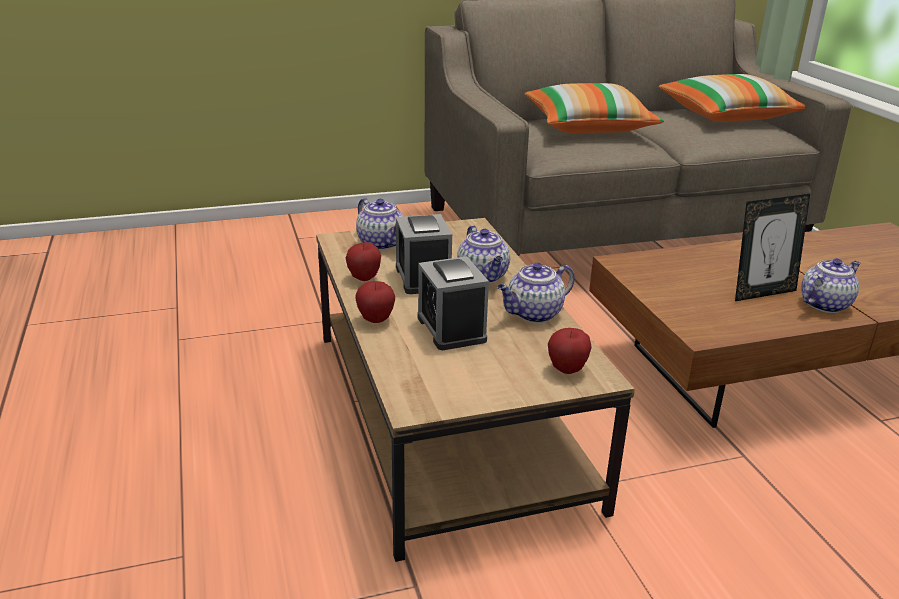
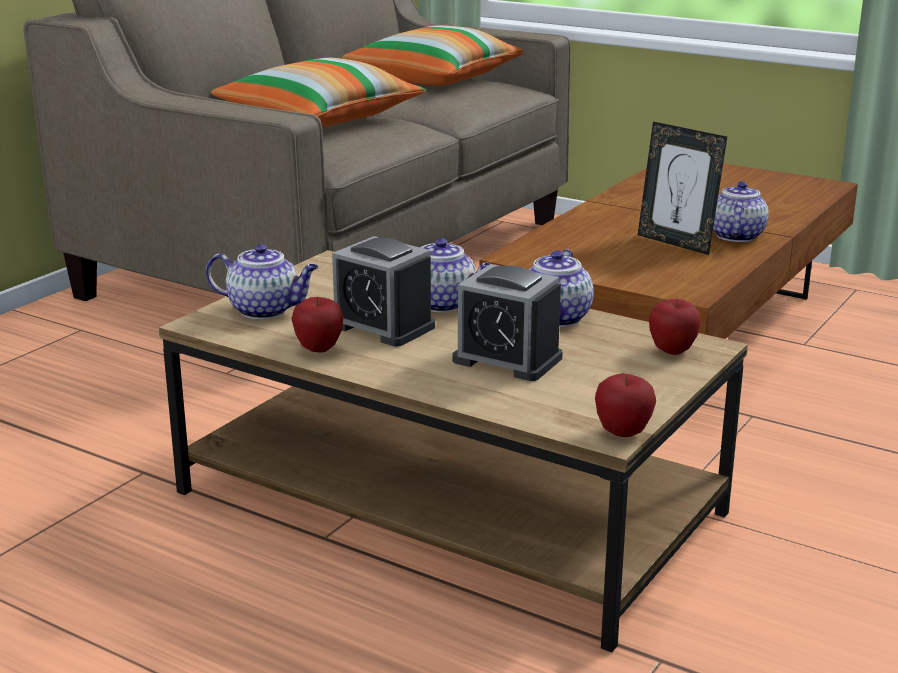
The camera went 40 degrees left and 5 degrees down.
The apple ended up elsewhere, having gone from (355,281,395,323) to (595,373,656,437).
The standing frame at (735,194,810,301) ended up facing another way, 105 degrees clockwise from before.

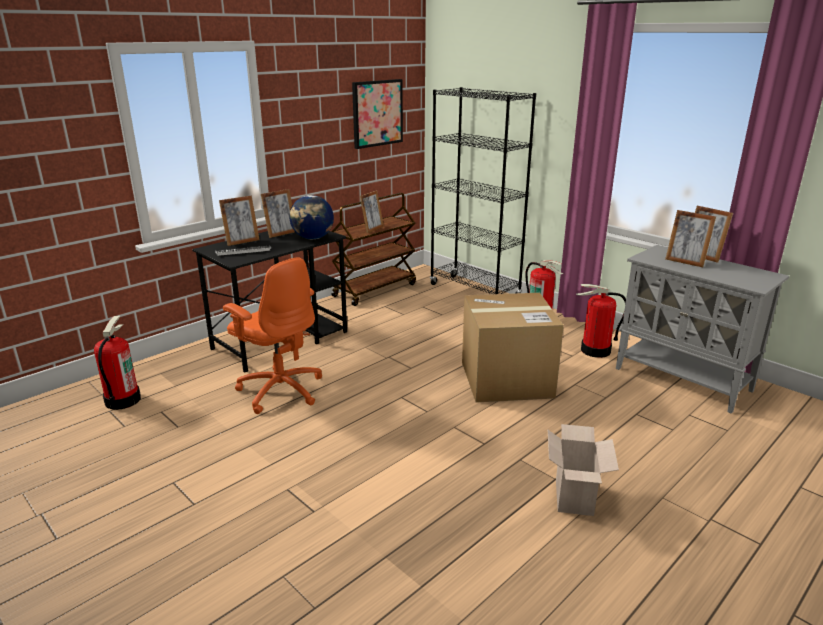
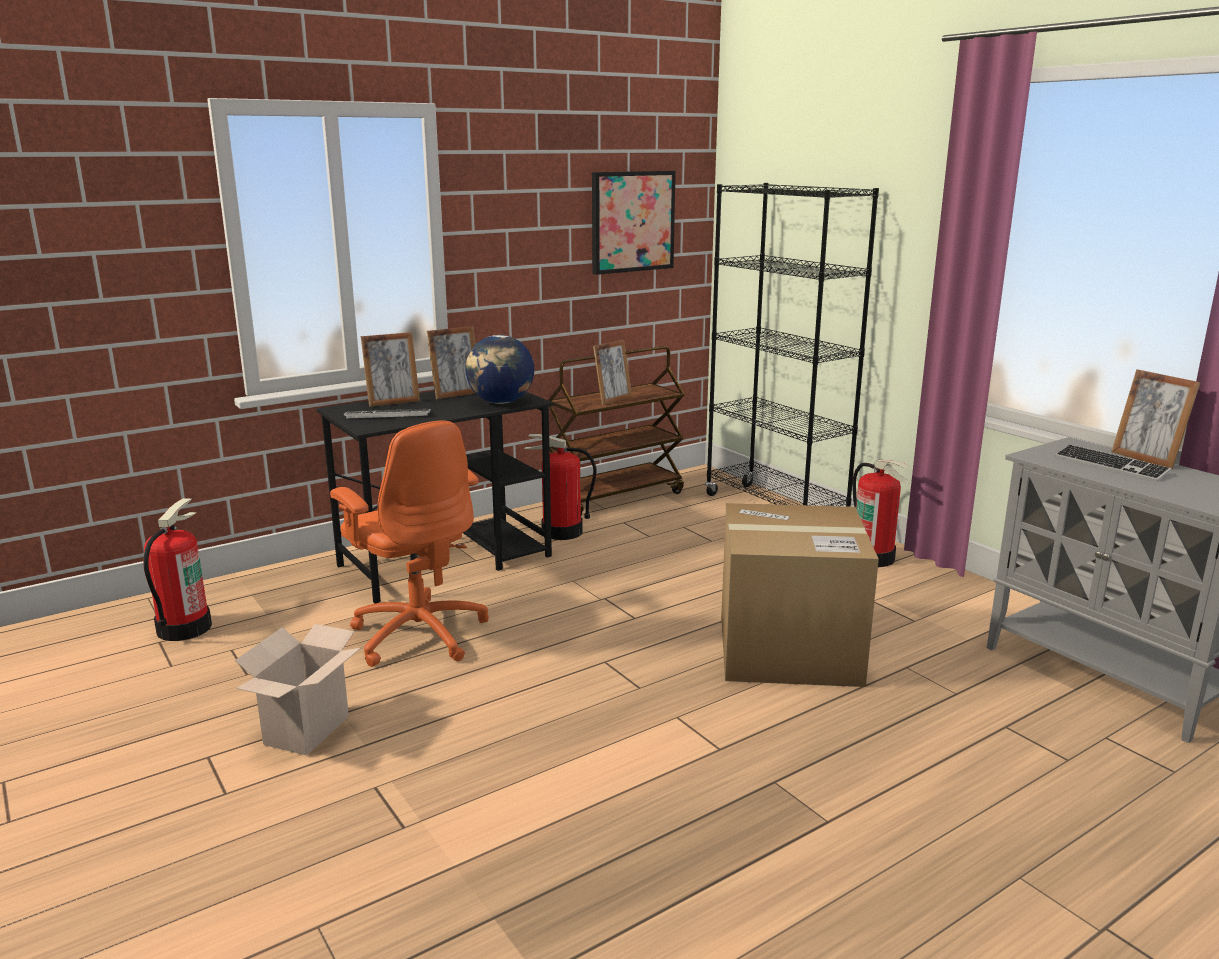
The camera went 10 degrees right and 5 degrees down.
The cardboard box ended up elsewhere, having gone from (548,424,619,516) to (235,624,361,755).
The extinguisher ended up elsewhere, having gone from (576,284,626,358) to (524,434,597,540).
Where the standing frame stood at (665,210,716,267), the PC keyboard came to stand at (1055,444,1172,481).

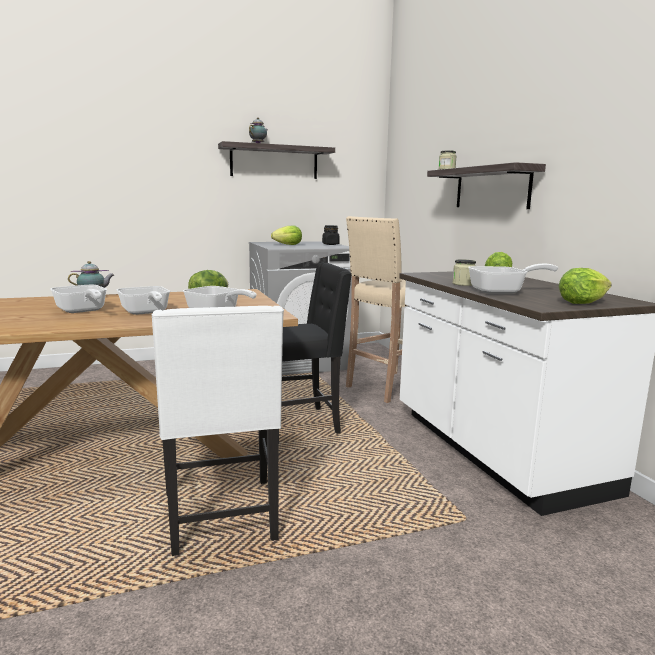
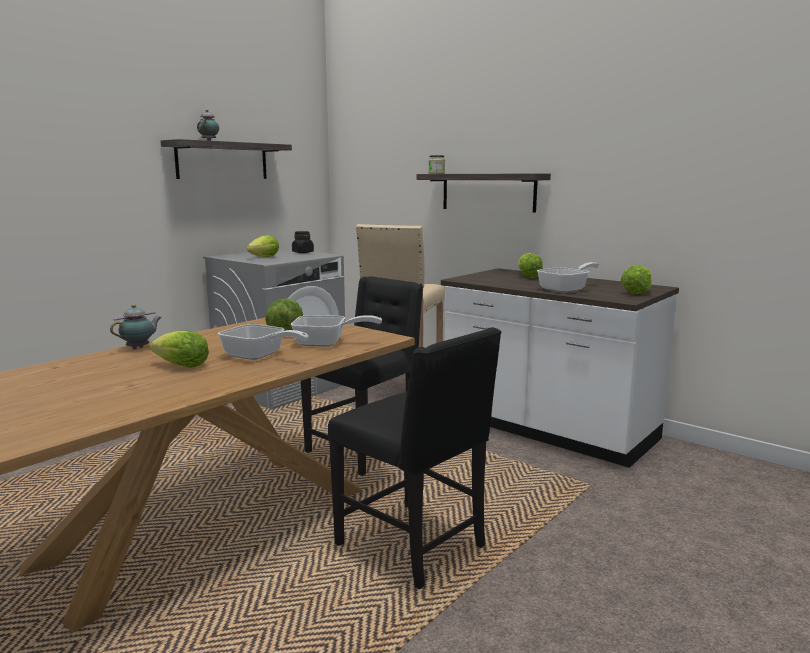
The camera went 30 degrees left and 0 degrees up.
Where the skillet stood at (50,285,107,313), the lettuce came to stand at (150,330,209,368).
What was the upright chair (white) at (152,306,284,556) turned into the upright chair (blackish) at (328,328,501,590).
The second view lost the jar at (452,259,476,286).

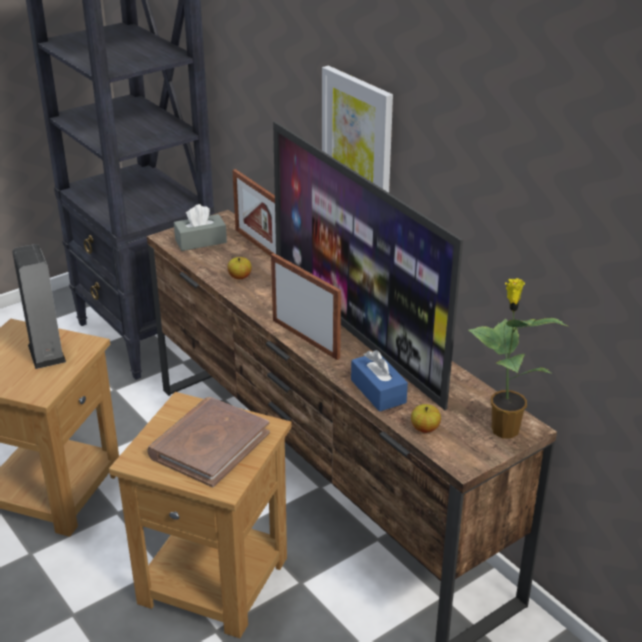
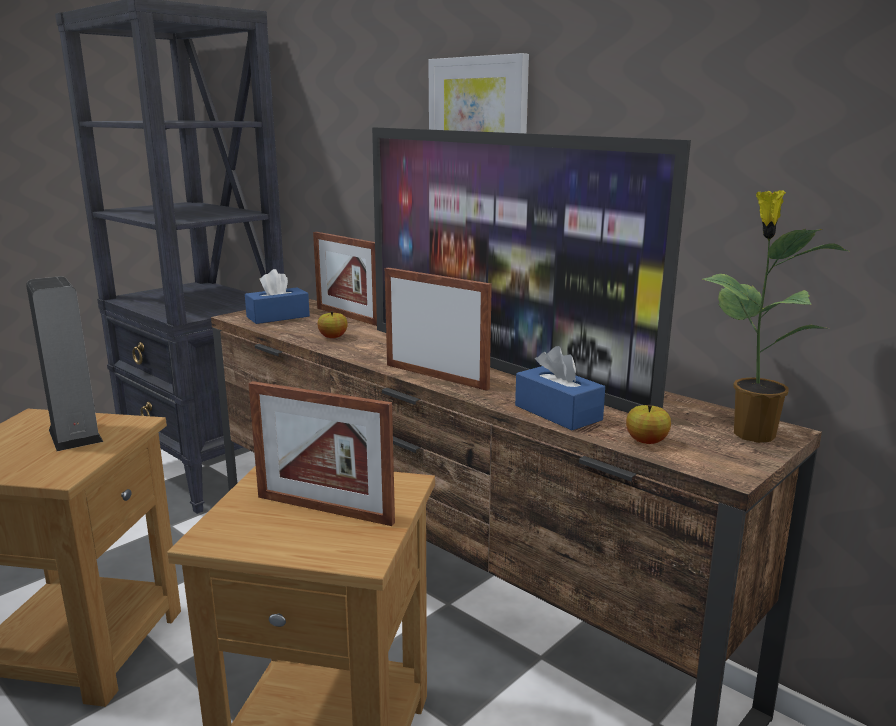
The camera went 10 degrees left and 15 degrees down.
Where the volume (brown) stood at (147,397,270,487), the standing frame came to stand at (248,381,395,526).
What was the tissue holder (greyish) at (174,204,227,251) turned into the tissue holder (bluish) at (245,269,310,324).

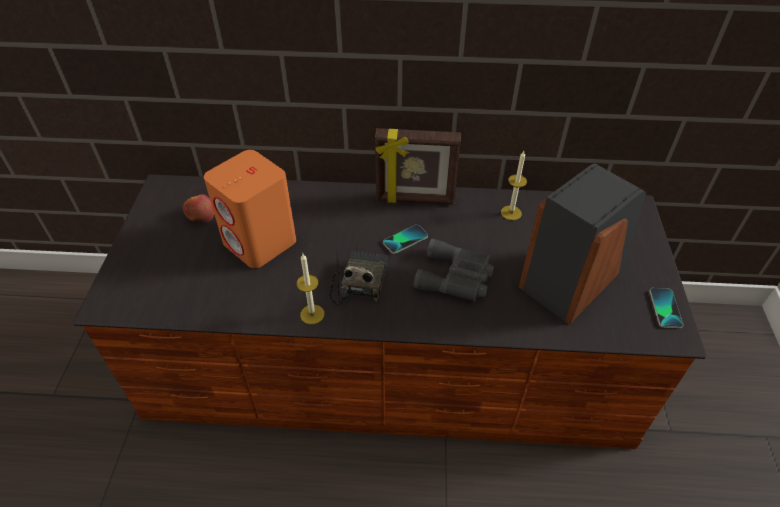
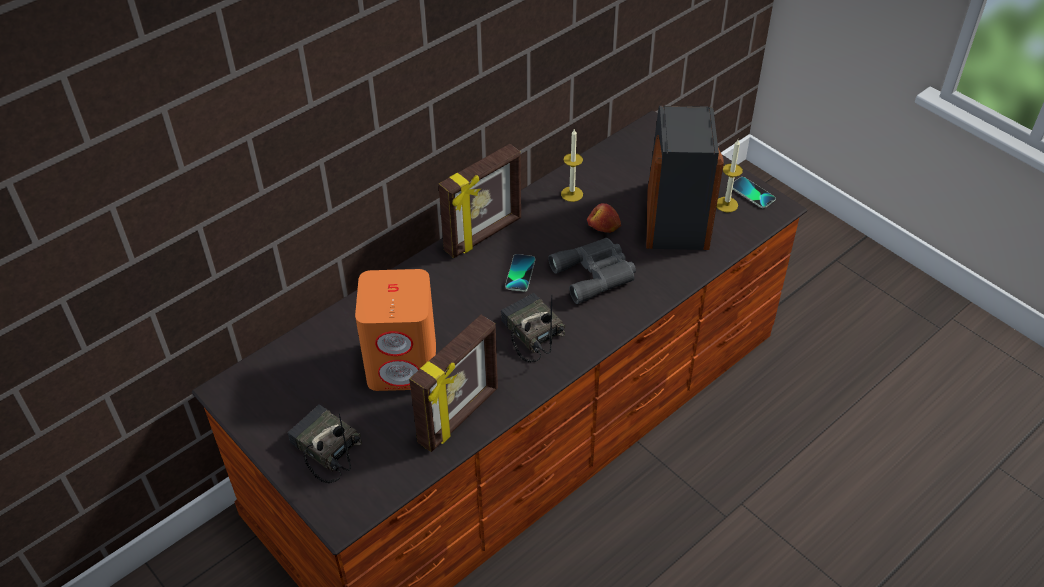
The camera went 45 degrees left and 0 degrees up.
The apple ended up elsewhere, having gone from (183,194,214,222) to (587,203,621,233).
The wax candle ended up elsewhere, having gone from (297,254,324,324) to (717,140,743,212).
The second view gained the radio receiver at (287,404,362,483).
The second view gained the standing frame at (409,315,498,452).

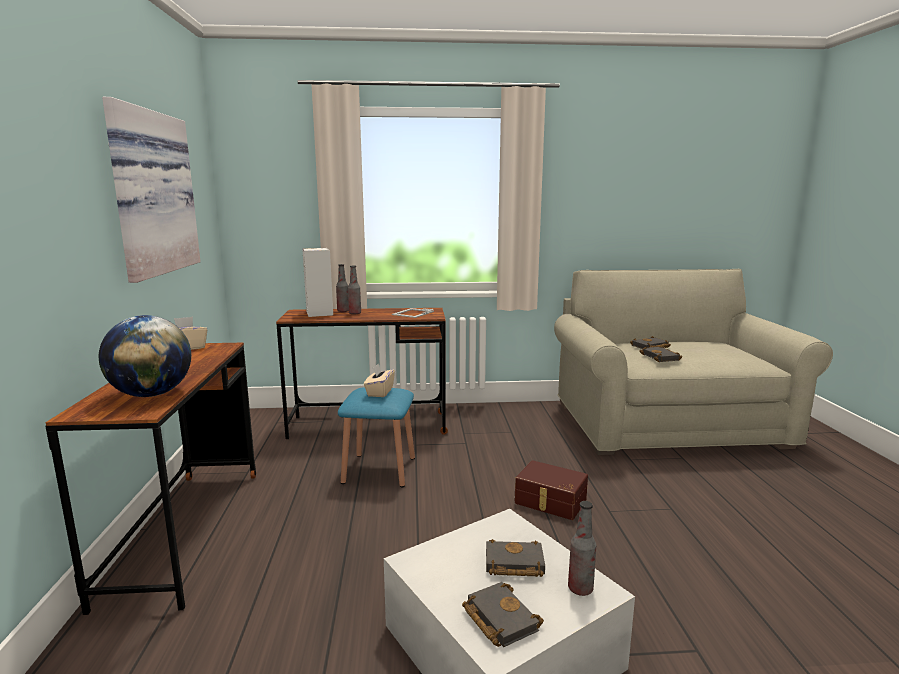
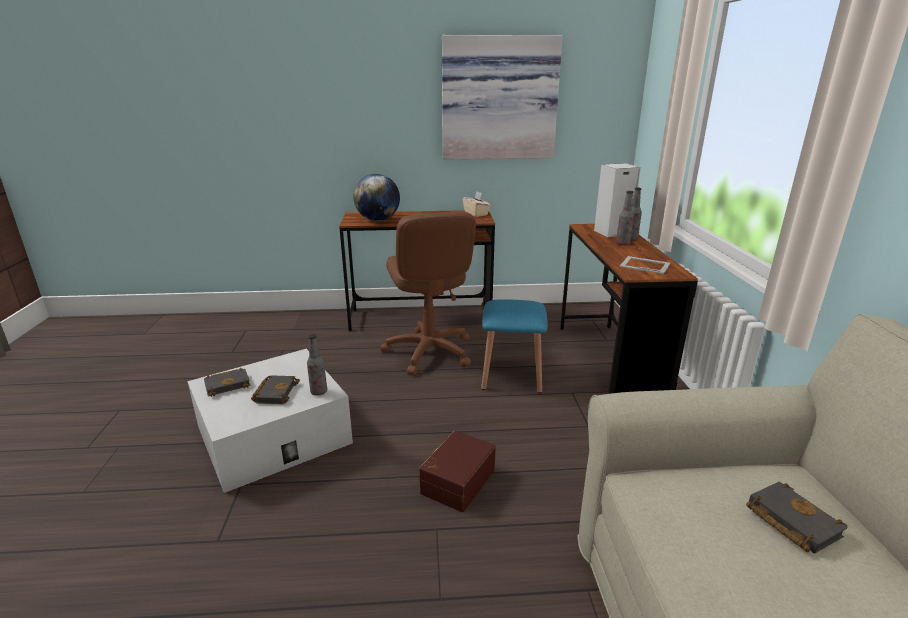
The camera went 90 degrees right and 10 degrees up.
The second view lost the tissue holder (beige-coloured) at (364,364,395,397).
The drink bottle ended up elsewhere, having gone from (568,501,596,596) to (307,334,327,396).
The second view lost the volume (blackish) at (639,346,682,362).
The second view gained the computer chair (brown) at (380,211,476,375).

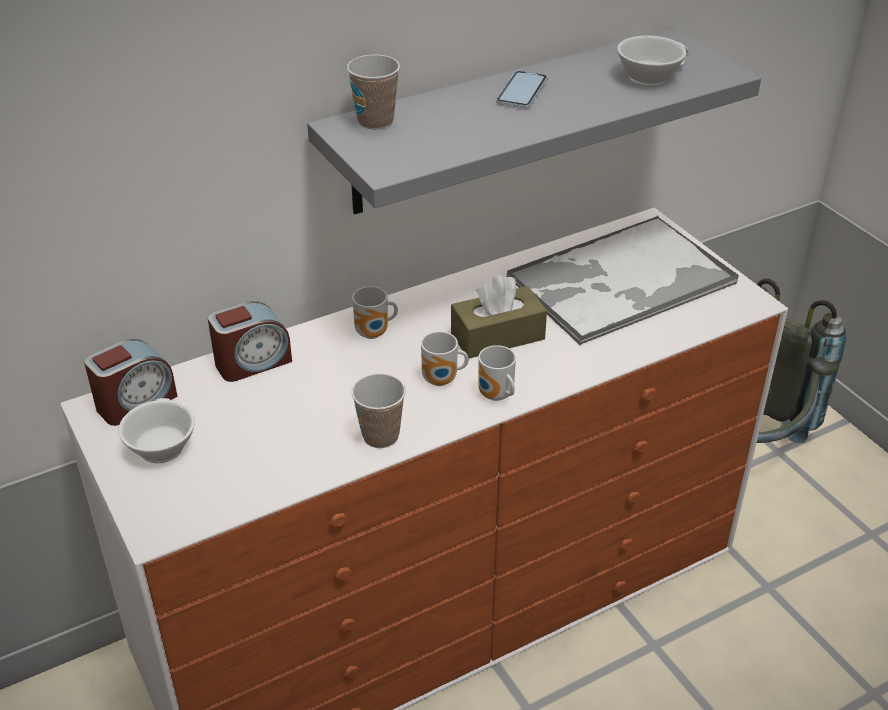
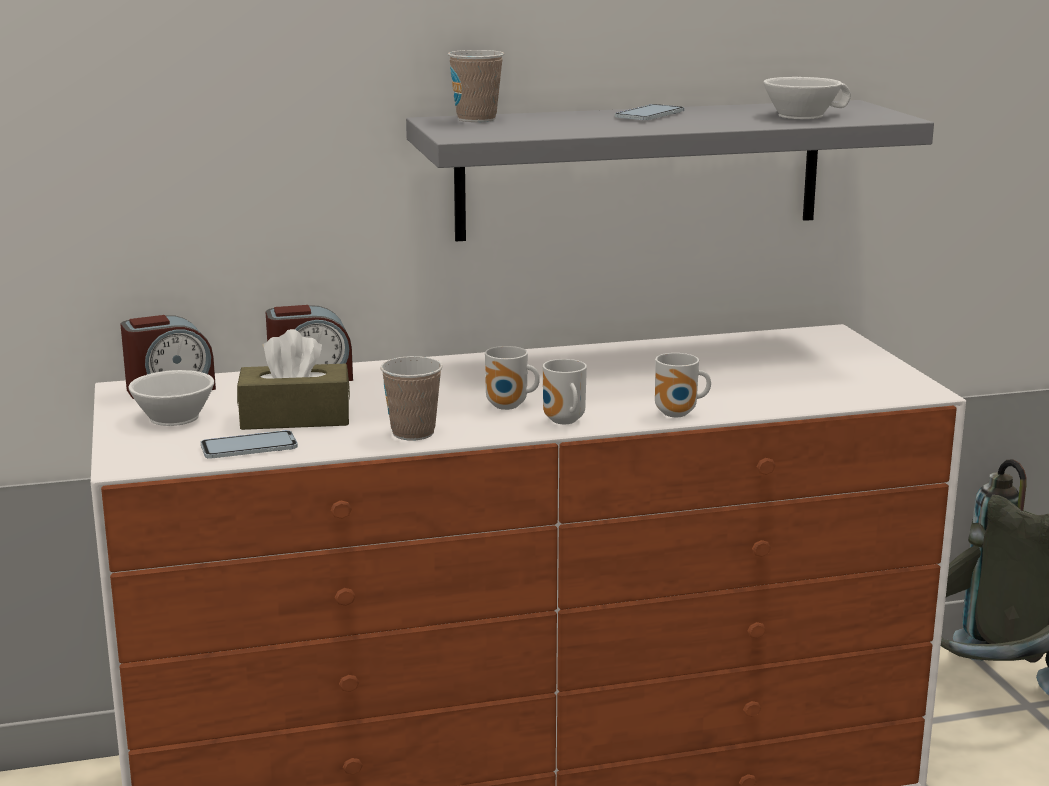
The camera went 15 degrees right and 20 degrees down.
The mug ended up elsewhere, having gone from (352,287,398,339) to (655,353,711,417).
The tissue holder (brown) ended up elsewhere, having gone from (451,275,547,359) to (237,329,350,430).
The second view lost the serving tray at (506,216,739,346).
The second view gained the handset at (201,430,298,459).

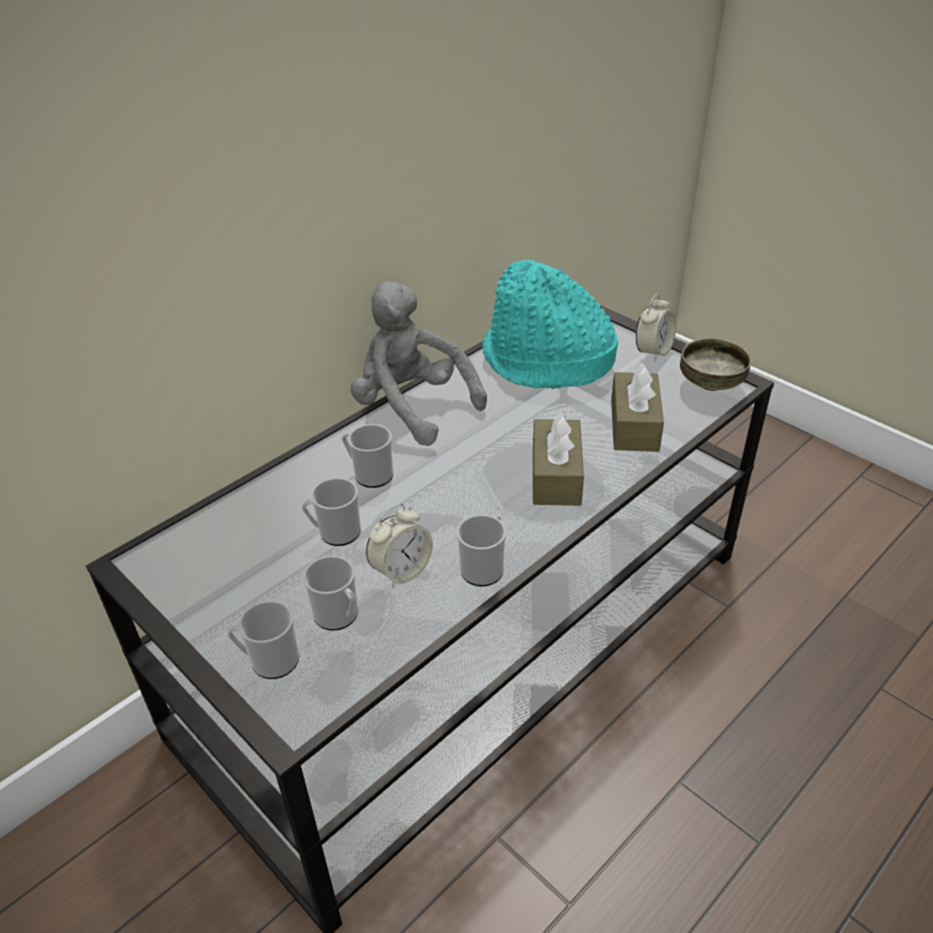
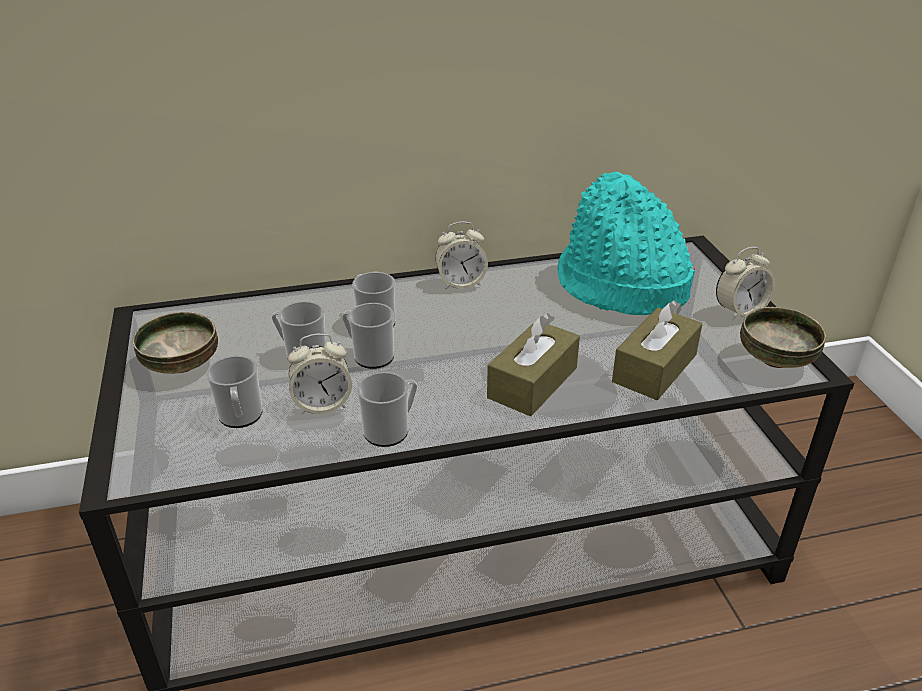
The camera went 30 degrees right and 5 degrees down.
The mug ended up elsewhere, having gone from (227,600,299,679) to (342,303,394,369).
Where the soft toy (greyish) stood at (350,281,487,446), the alarm clock came to stand at (435,221,488,289).
The second view gained the deep dish at (132,312,218,374).

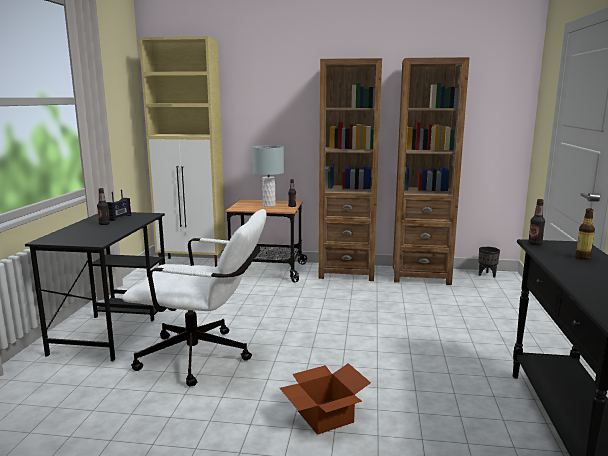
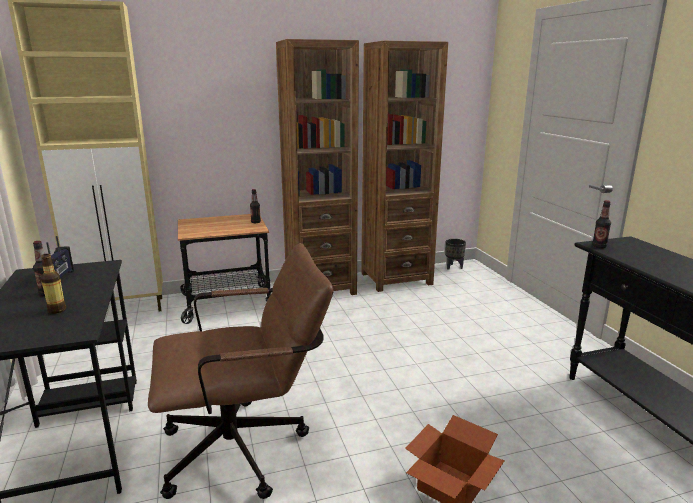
The camera went 25 degrees left and 5 degrees up.
What was the computer chair (white) at (122,209,267,386) turned into the computer chair (brown) at (148,243,334,499).
The second view lost the table lamp (greyish) at (253,145,284,207).
The drink bottle ended up elsewhere, having gone from (575,208,595,260) to (41,254,66,314).

